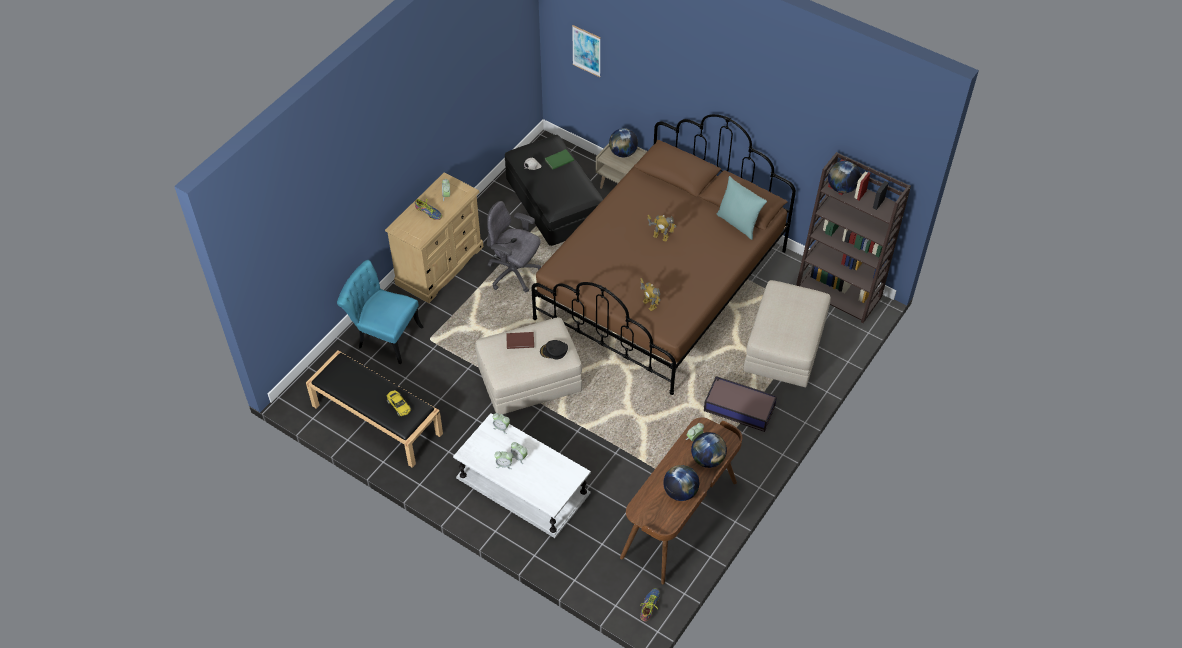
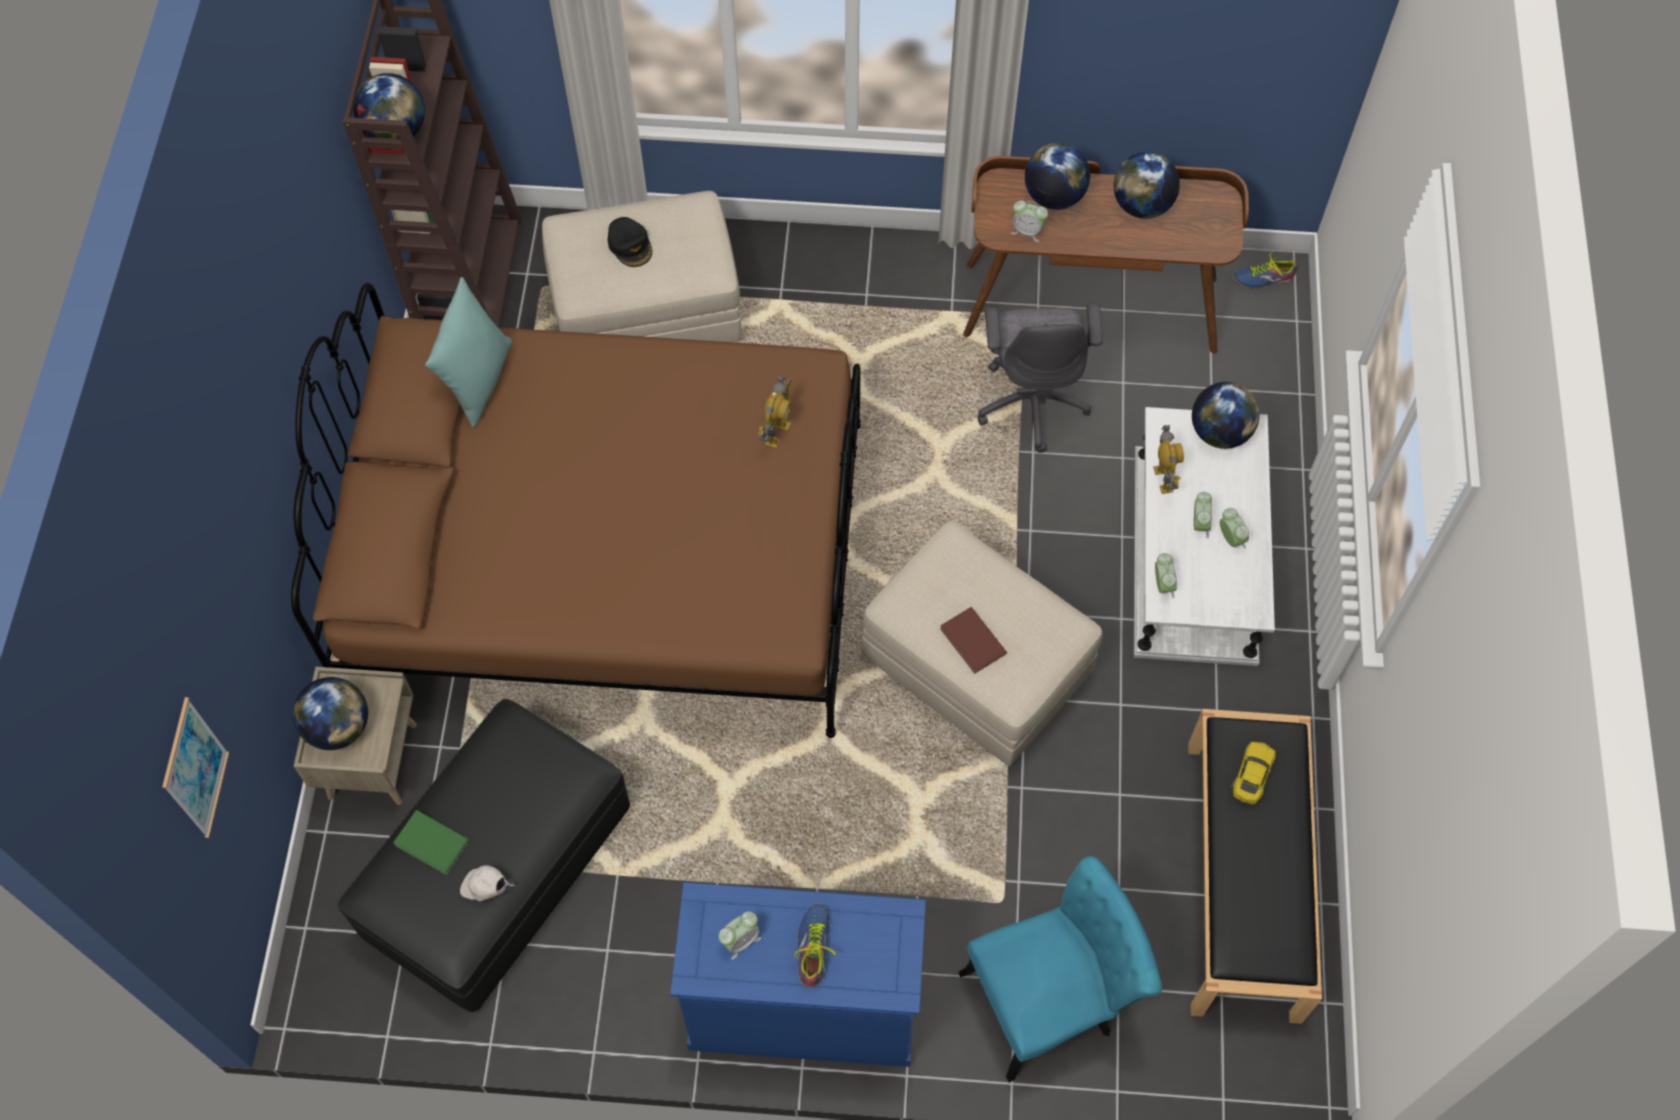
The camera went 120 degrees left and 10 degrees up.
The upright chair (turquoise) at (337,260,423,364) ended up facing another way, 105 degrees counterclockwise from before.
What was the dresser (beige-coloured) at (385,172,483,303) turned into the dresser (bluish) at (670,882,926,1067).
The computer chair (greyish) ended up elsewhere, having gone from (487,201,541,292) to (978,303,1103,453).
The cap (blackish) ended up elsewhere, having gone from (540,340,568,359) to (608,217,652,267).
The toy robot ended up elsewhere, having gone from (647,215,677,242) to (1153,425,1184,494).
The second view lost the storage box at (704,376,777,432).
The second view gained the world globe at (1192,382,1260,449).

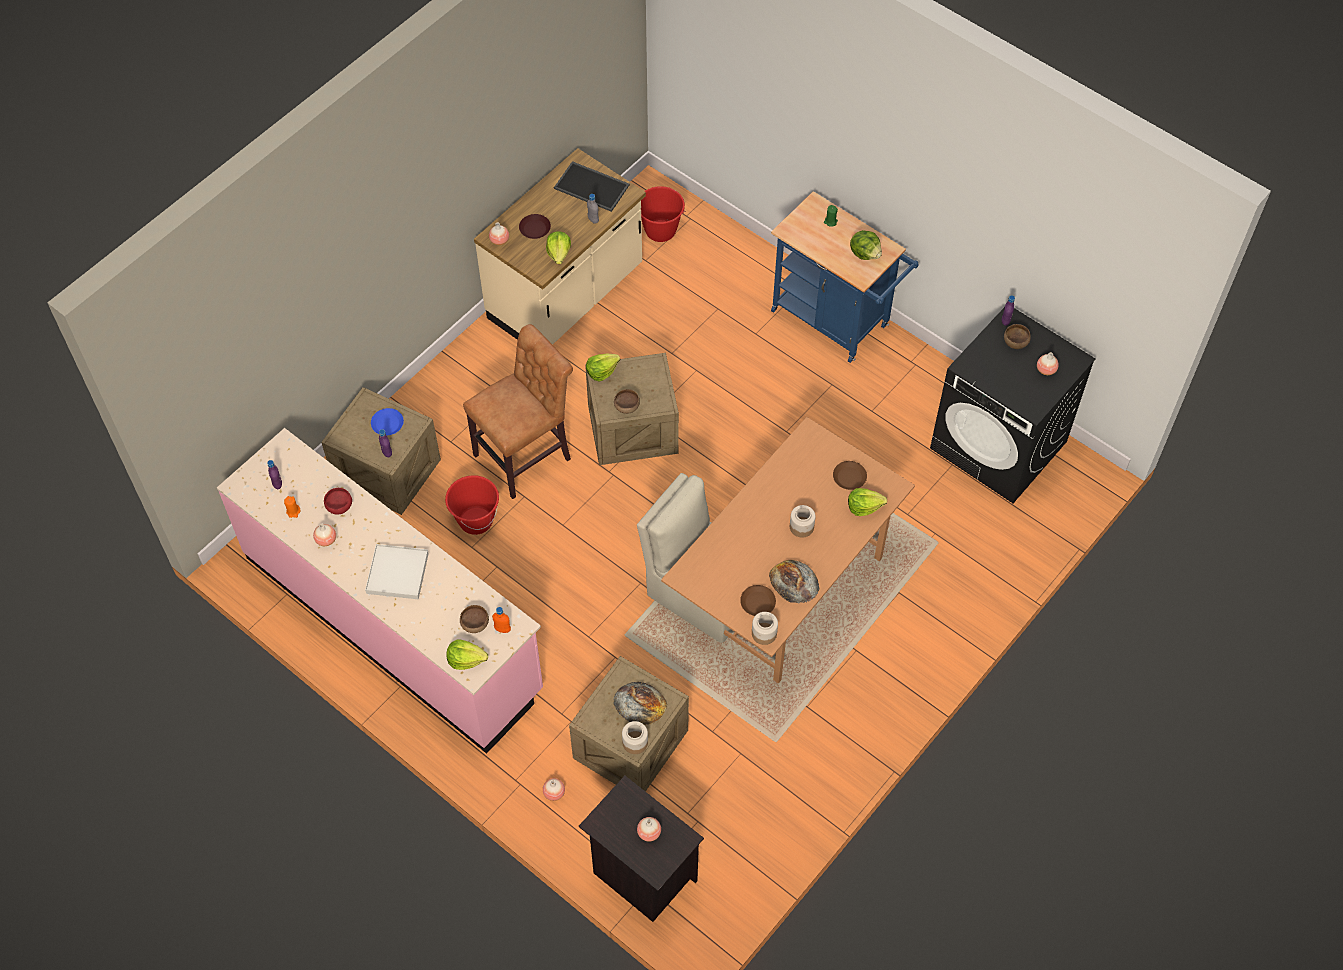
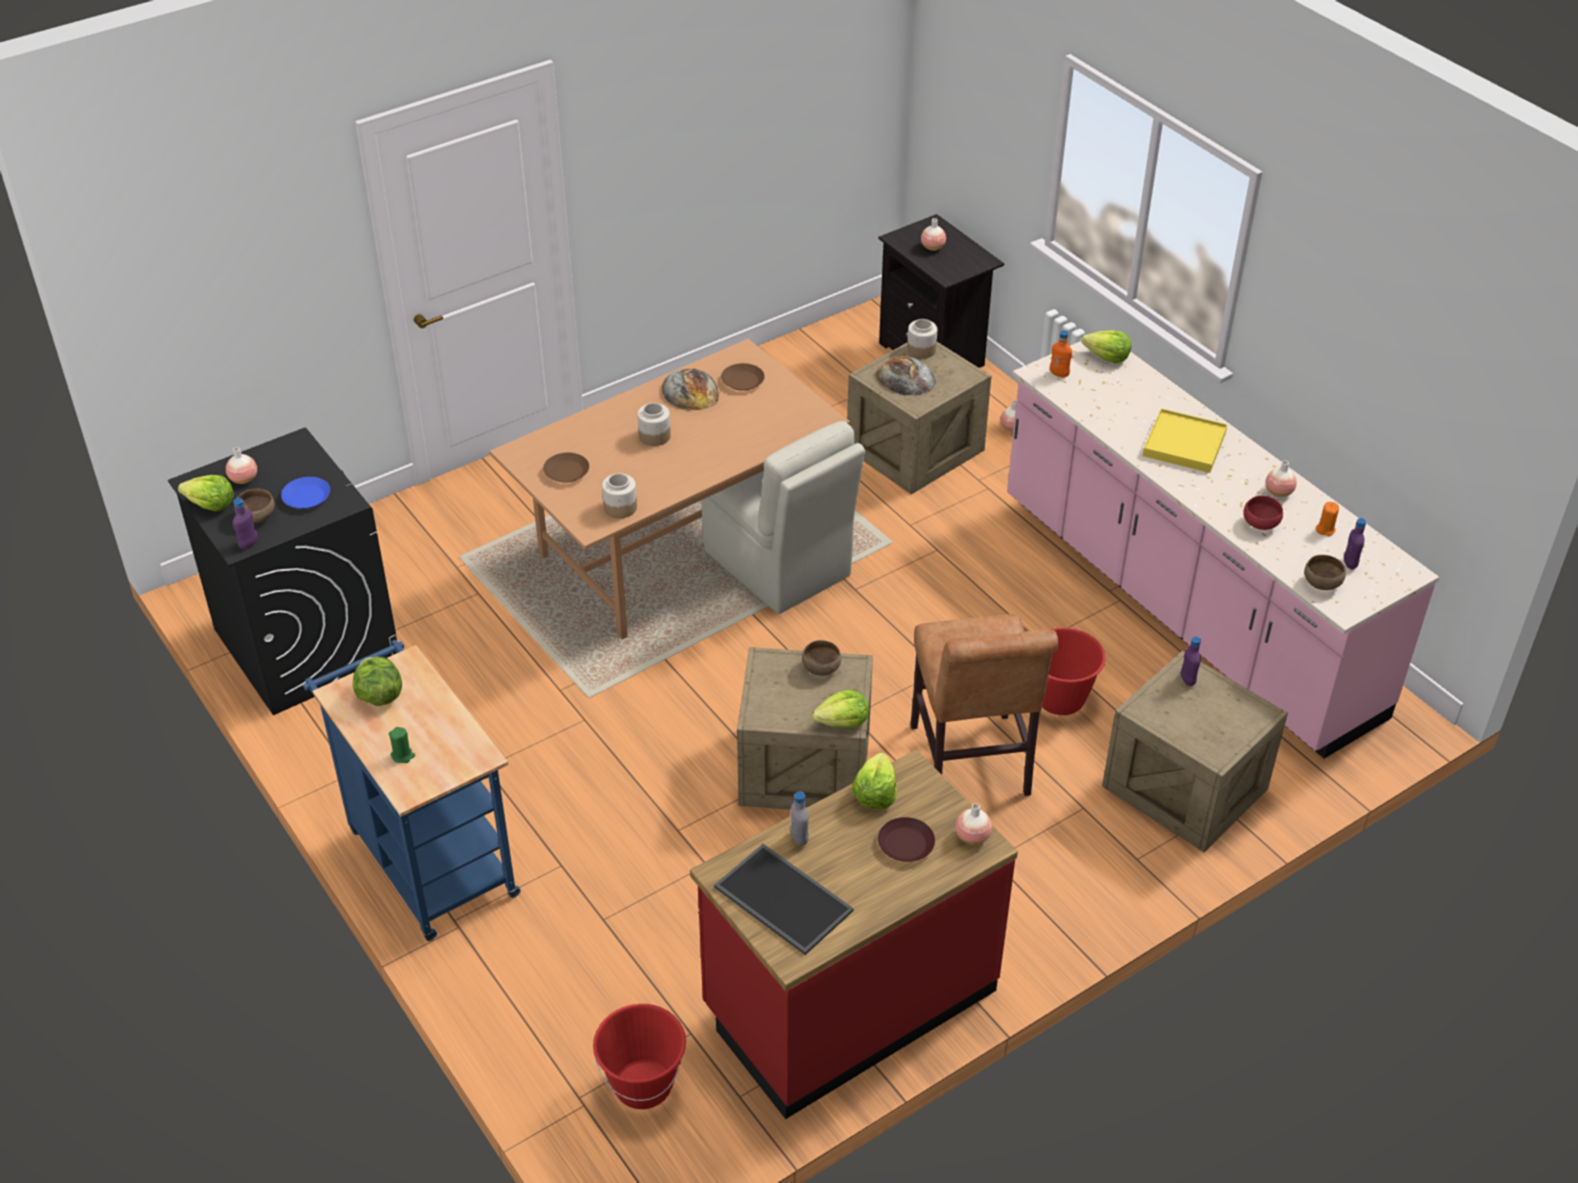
The camera went 165 degrees left and 15 degrees down.
What was the serving tray (white) at (365,544,429,599) turned into the serving tray (yellow) at (1143,408,1228,473).
The dinner plate (bluish) ended up elsewhere, having gone from (371,408,404,436) to (281,477,330,509).
The deep dish (brown) ended up elsewhere, having gone from (460,605,489,633) to (1304,555,1346,590).
The upright chair (brown) at (463,324,573,499) ended up facing another way, 75 degrees counterclockwise from before.
What was the kitchen base unit (beige-coloured) at (474,148,646,345) turned into the kitchen base unit (red-coloured) at (690,749,1018,1119).
The jar ended up elsewhere, having gone from (752,612,778,645) to (602,473,637,518).
The lettuce ended up elsewhere, having gone from (848,488,887,516) to (178,475,234,512).

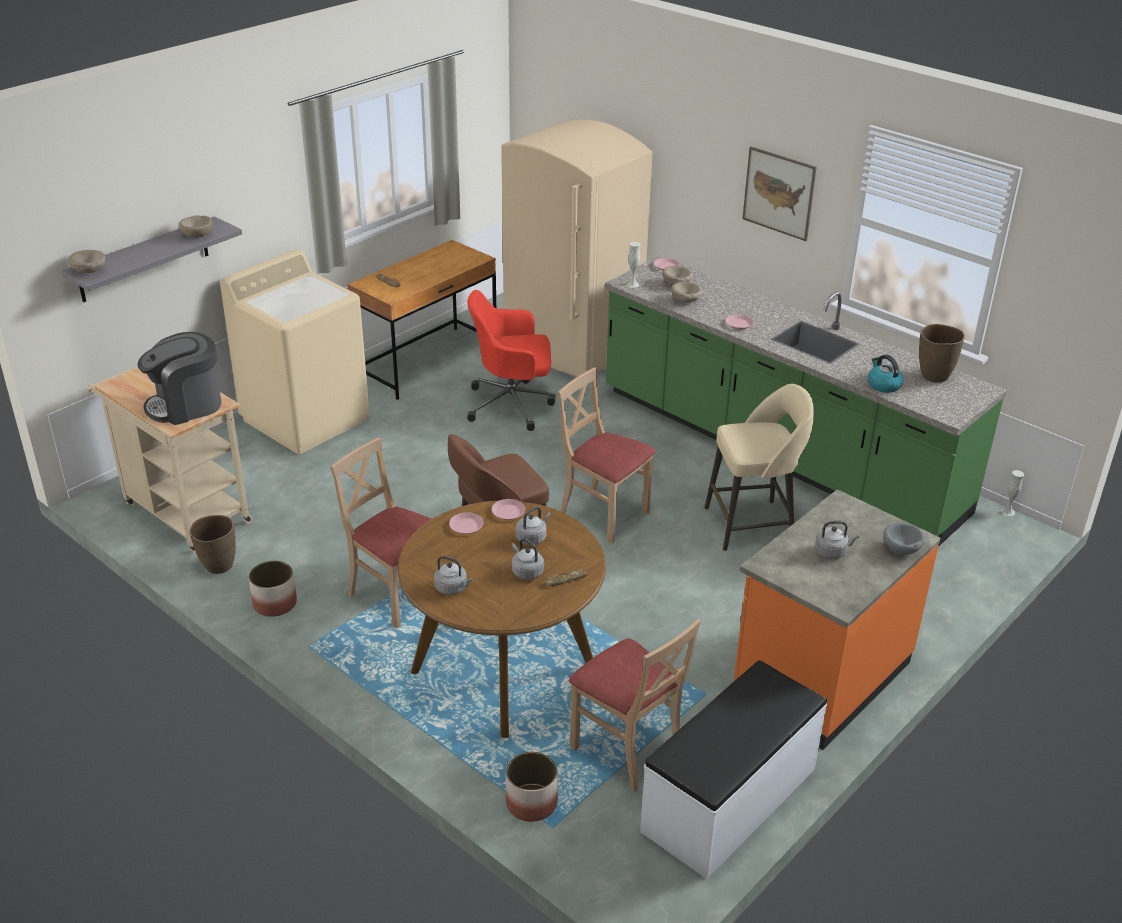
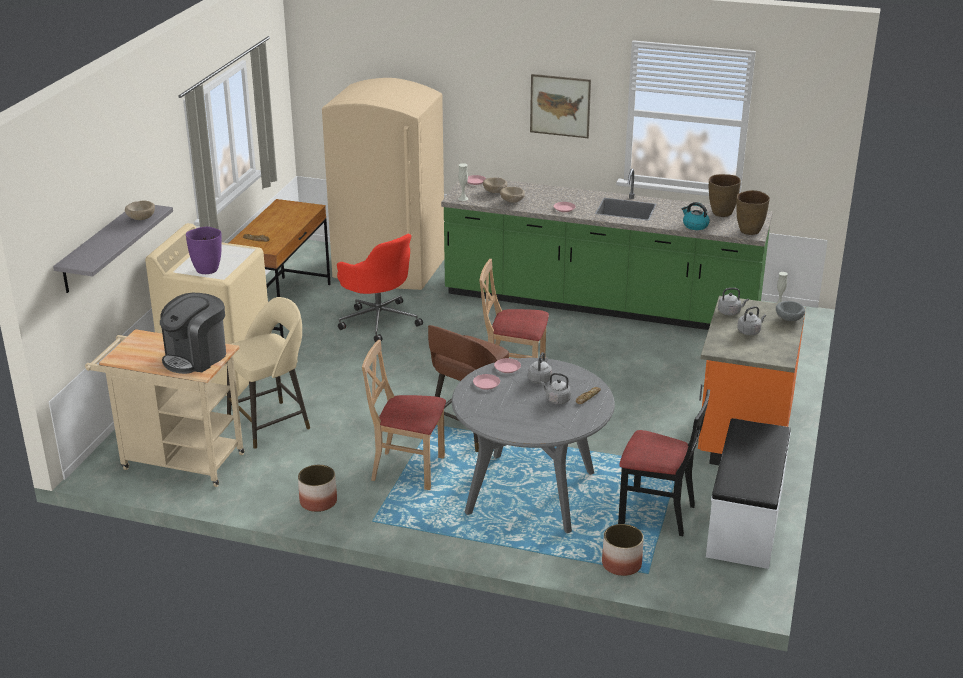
The camera went 25 degrees left and 5 degrees down.
The second view lost the deep dish (beige-coloured) at (68,250,106,273).
The decorative vase (brown) ended up elsewhere, having gone from (189,515,236,574) to (736,190,770,235).
What was the dining table (brown) at (397,501,606,738) turned into the dining table (greyish) at (452,358,615,533).
The tea kettle (greyish) ended up elsewhere, having gone from (434,556,473,595) to (718,288,749,316).
The computer chair (red-coloured) at (467,290,556,431) ended up facing another way, 105 degrees counterclockwise from before.
What was the upright chair (beige-coloured) at (569,619,701,792) turned into the upright chair (blackish) at (618,389,710,536).
The stool seat (beige-coloured) ended up elsewhere, having gone from (704,384,814,551) to (227,297,310,449).
The second view gained the decorative vase (purple-coloured) at (186,227,222,274).

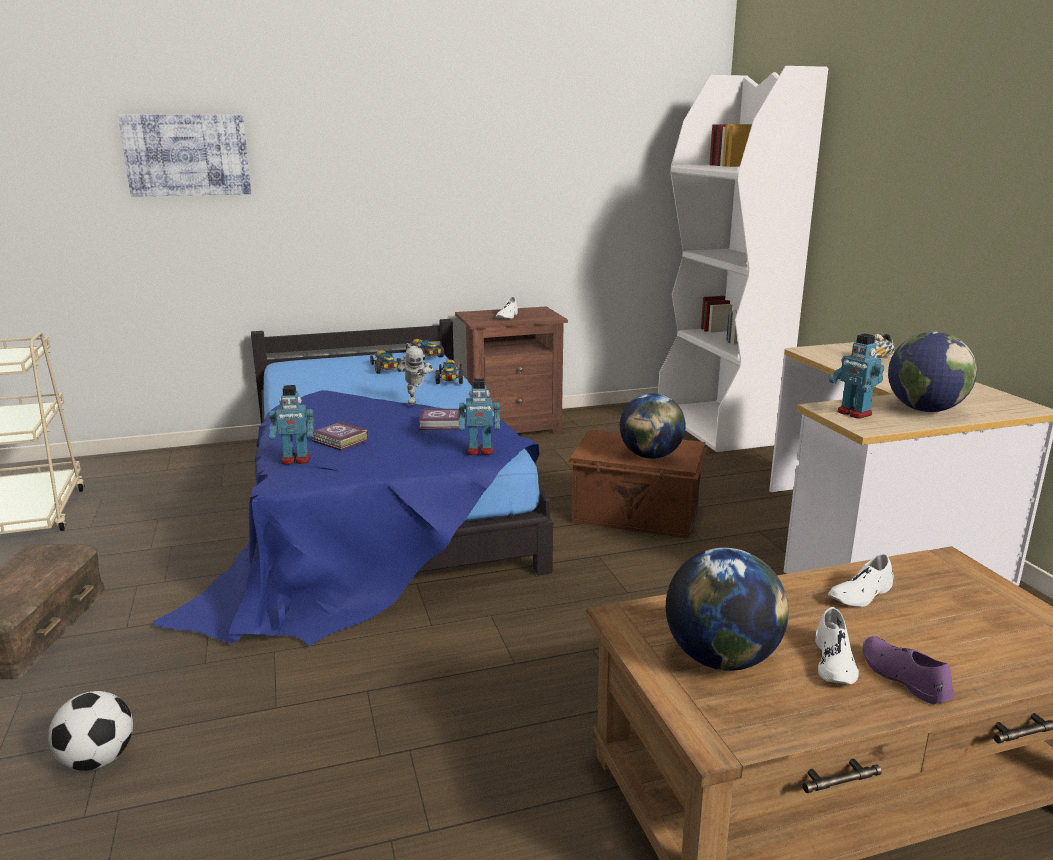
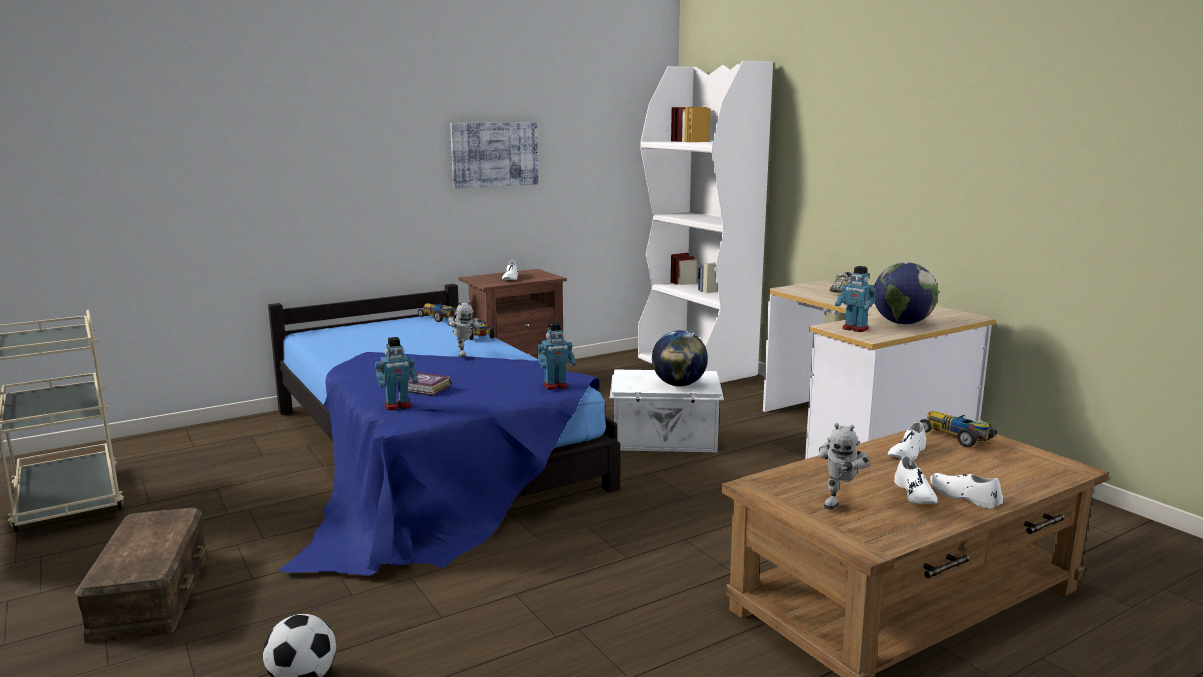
The camera went 15 degrees left and 5 degrees down.
The wall picture ended up elsewhere, having gone from (118,114,251,197) to (450,122,538,188).
The model car ended up elsewhere, having gone from (370,350,402,374) to (920,411,997,447).
The second view lost the volume at (419,409,460,430).
What was the storage box (brown) at (567,430,707,539) turned into the storage box (white) at (610,369,724,452).
Where the world globe stood at (666,548,789,671), the toy robot came to stand at (819,423,870,510).
What was the item of footwear (purple-coloured) at (863,636,954,704) turned into the item of footwear (white) at (930,473,1003,508).

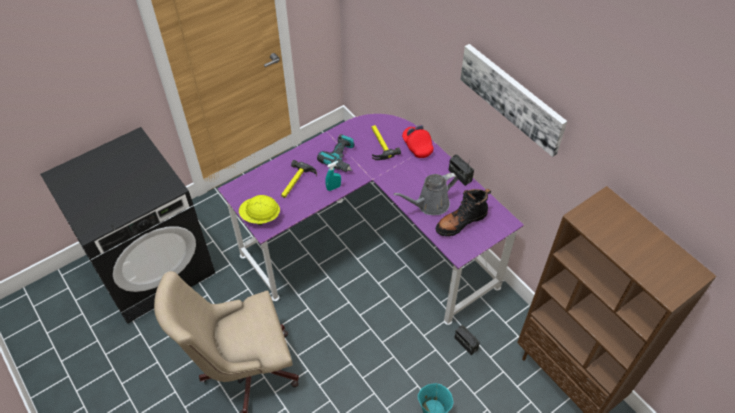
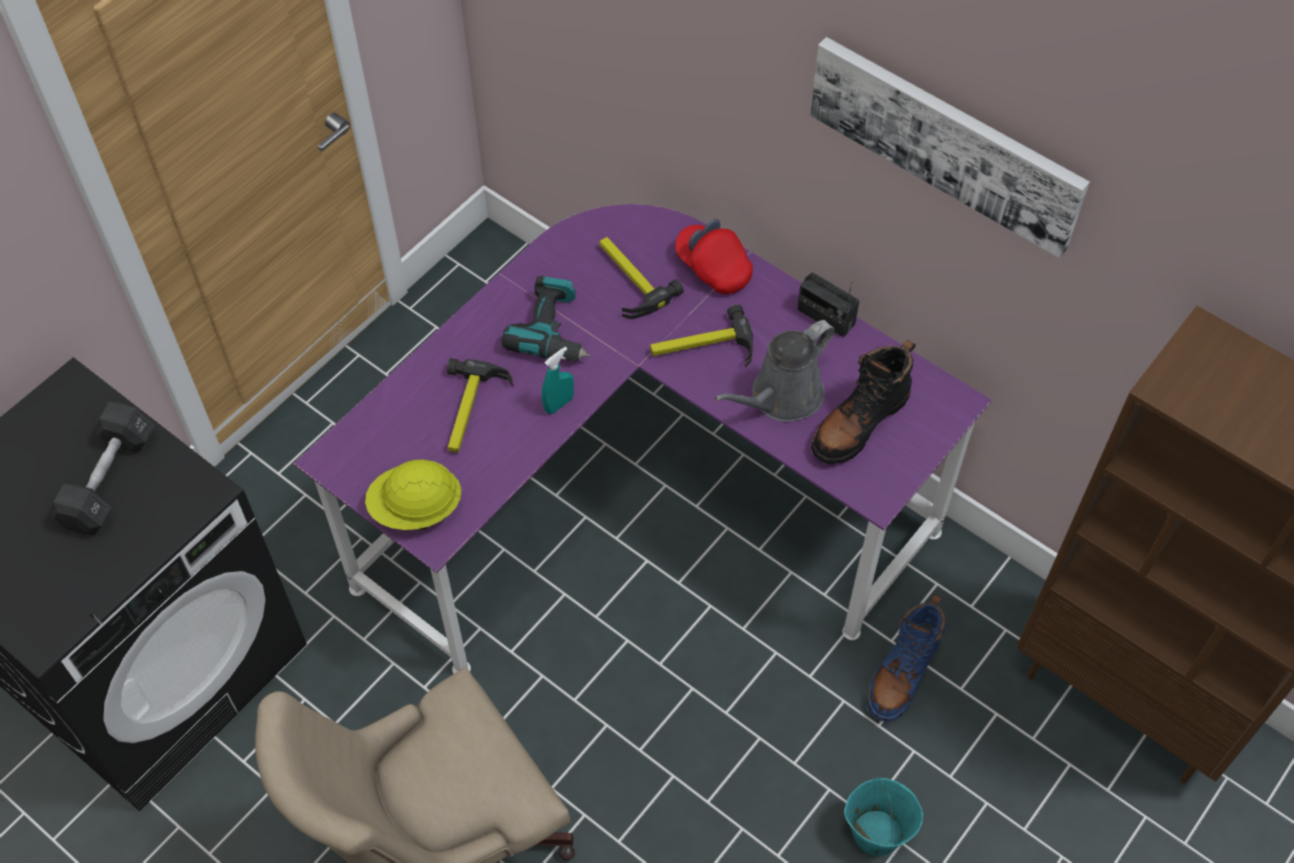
The camera went 15 degrees left and 5 degrees up.
Where the radio receiver stood at (454,325,480,355), the high-top boot (bluish) came to stand at (867,594,946,722).
The second view gained the free weight (blackish) at (48,402,155,534).
The second view gained the hammer at (650,305,753,367).

